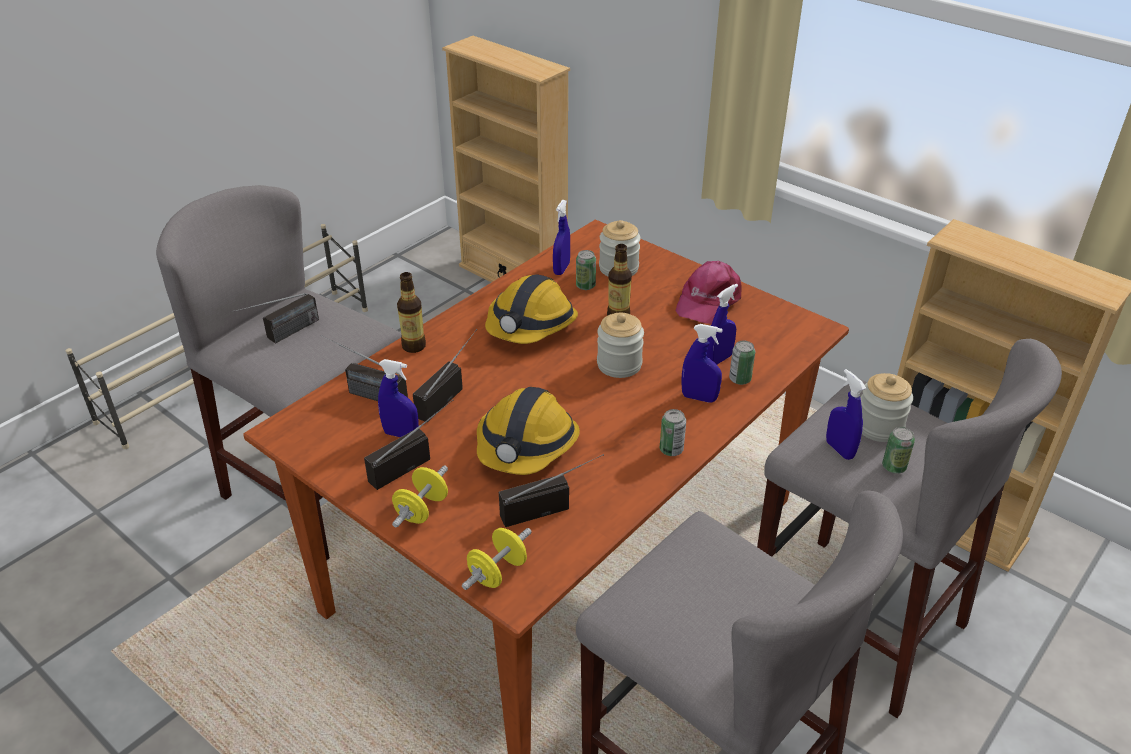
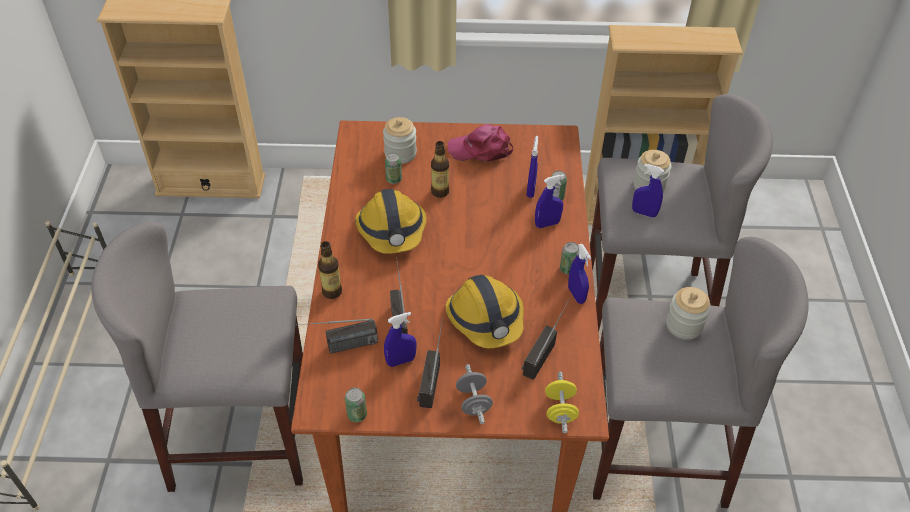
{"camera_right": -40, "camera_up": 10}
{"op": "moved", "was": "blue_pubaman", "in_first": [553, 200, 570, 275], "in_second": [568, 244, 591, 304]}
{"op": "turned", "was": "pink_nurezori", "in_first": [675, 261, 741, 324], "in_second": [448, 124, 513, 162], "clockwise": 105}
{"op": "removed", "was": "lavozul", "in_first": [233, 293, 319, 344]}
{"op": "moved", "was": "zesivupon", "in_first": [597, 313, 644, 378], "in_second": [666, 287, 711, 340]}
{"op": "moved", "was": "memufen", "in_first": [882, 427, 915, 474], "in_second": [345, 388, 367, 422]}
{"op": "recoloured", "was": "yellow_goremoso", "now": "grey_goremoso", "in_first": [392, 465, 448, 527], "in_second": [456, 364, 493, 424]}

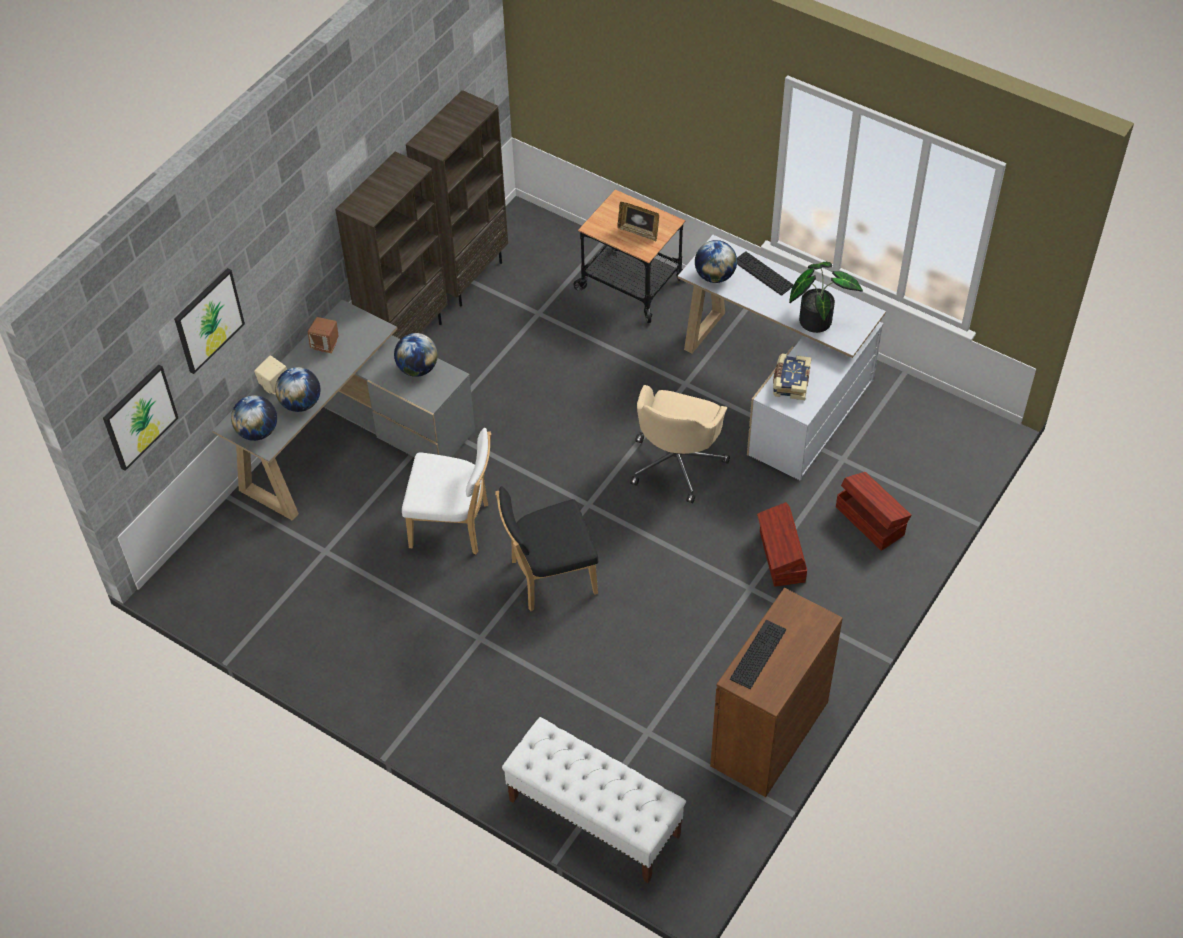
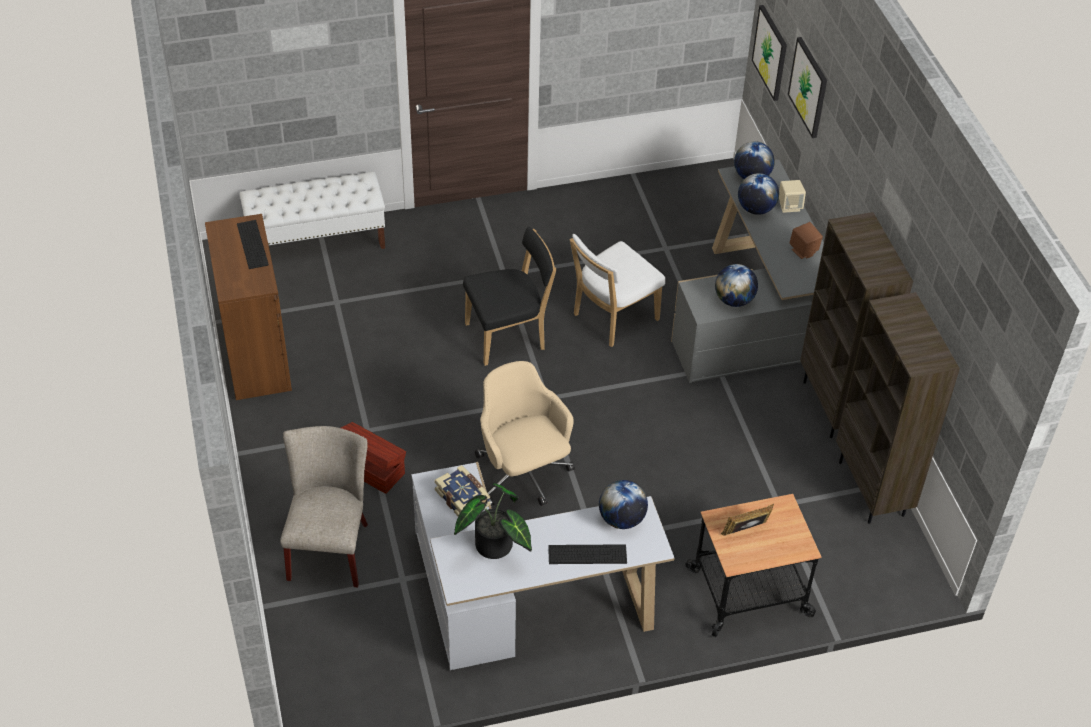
{"camera_right": 130, "camera_up": -5}
{"op": "replaced", "was": "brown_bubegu", "now": "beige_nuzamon", "in_first": [836, 472, 911, 551], "in_second": [280, 426, 368, 587]}
{"op": "turned", "was": "black_nuzamon", "in_first": [495, 486, 598, 611], "in_second": [463, 227, 556, 366], "clockwise": 45}

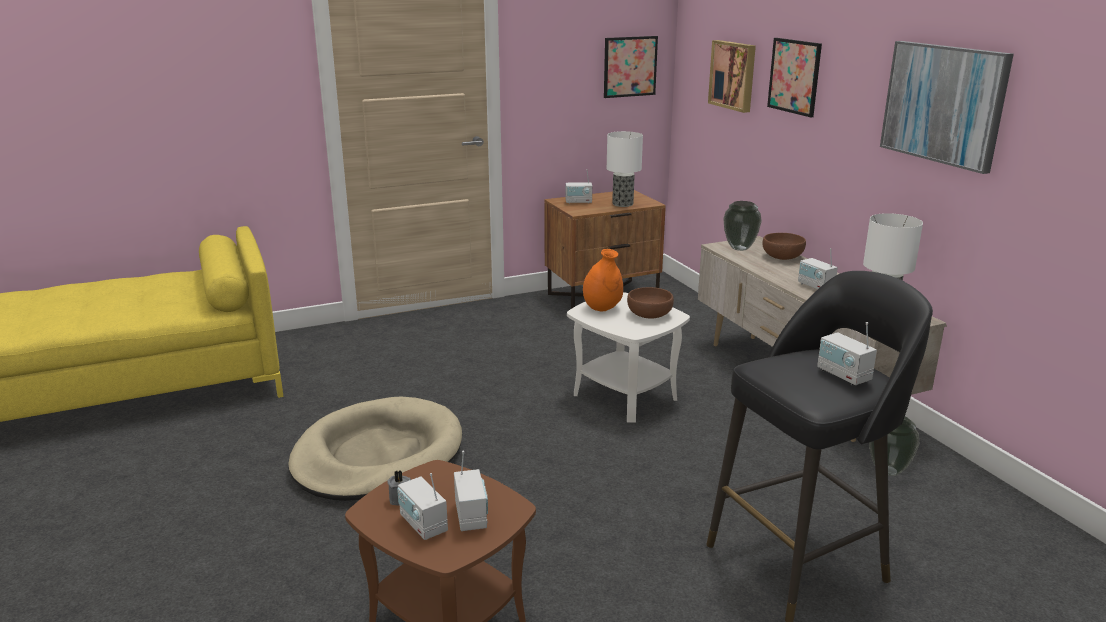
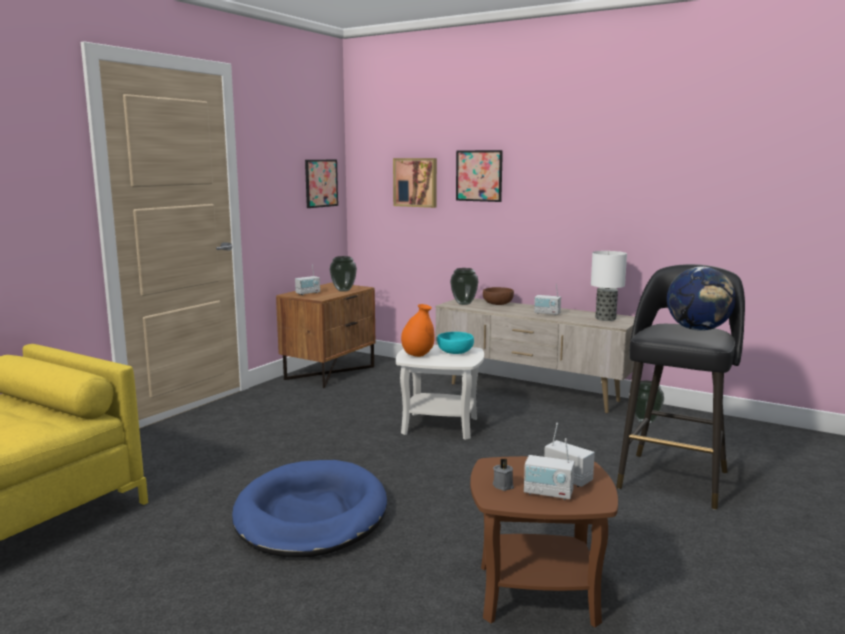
{"camera_right": -35, "camera_up": -10}
{"op": "removed", "was": "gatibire", "in_first": [880, 41, 1014, 174]}
{"op": "replaced", "was": "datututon", "now": "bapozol", "in_first": [607, 131, 643, 207], "in_second": [330, 256, 357, 292]}
{"op": "recoloured", "was": "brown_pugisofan", "now": "turquoise_pugisofan", "in_first": [627, 287, 674, 319], "in_second": [437, 332, 474, 354]}
{"op": "replaced", "was": "lavozul", "now": "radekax", "in_first": [817, 322, 877, 385], "in_second": [667, 267, 736, 331]}
{"op": "recoloured", "was": "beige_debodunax", "now": "blue_debodunax", "in_first": [288, 397, 462, 501], "in_second": [232, 460, 387, 558]}

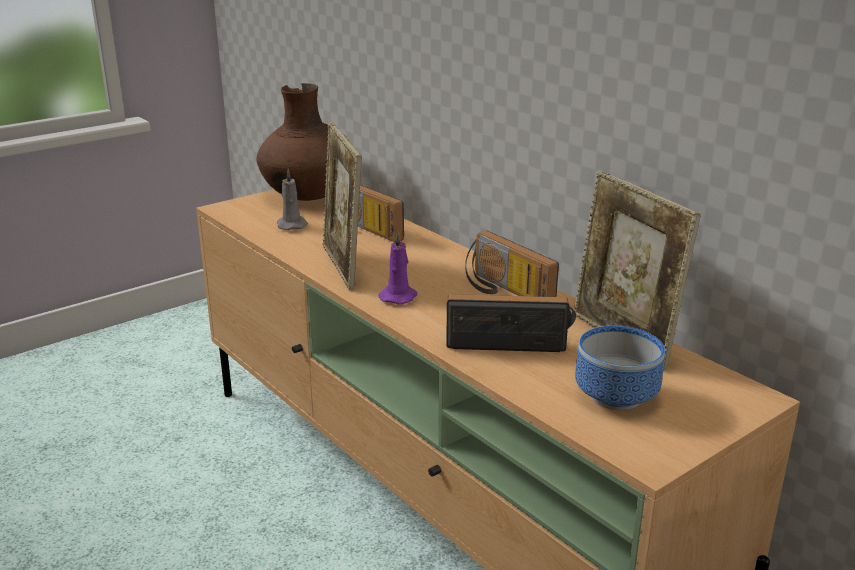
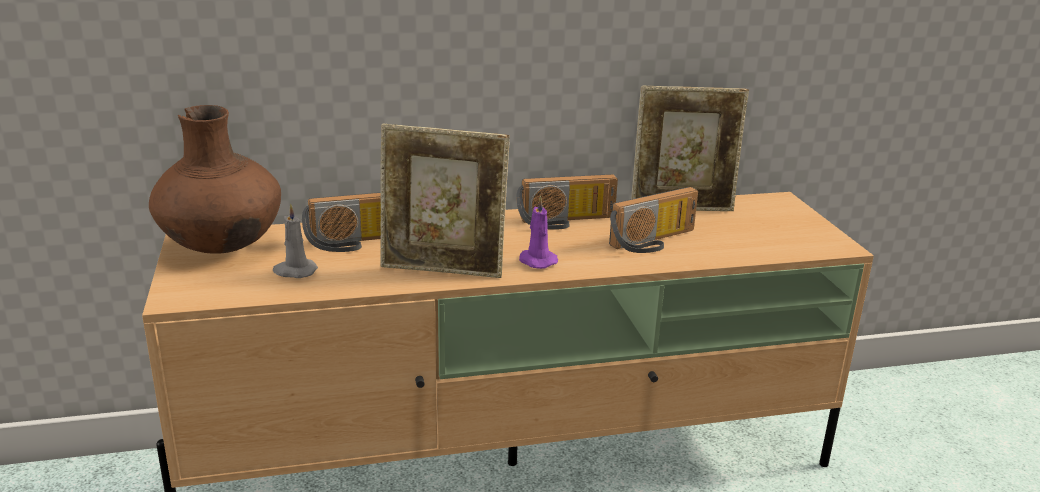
{"camera_right": -65, "camera_up": 0}
{"op": "turned", "was": "lavozul", "in_first": [446, 294, 576, 352], "in_second": [609, 187, 698, 253], "clockwise": -150}
{"op": "removed", "was": "pugisofan", "in_first": [575, 326, 665, 410]}

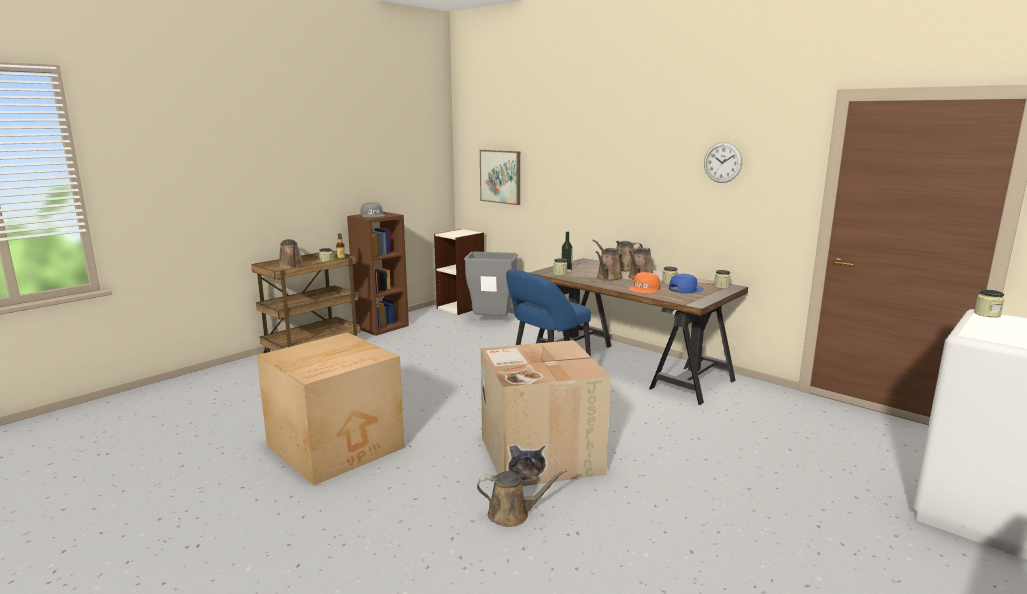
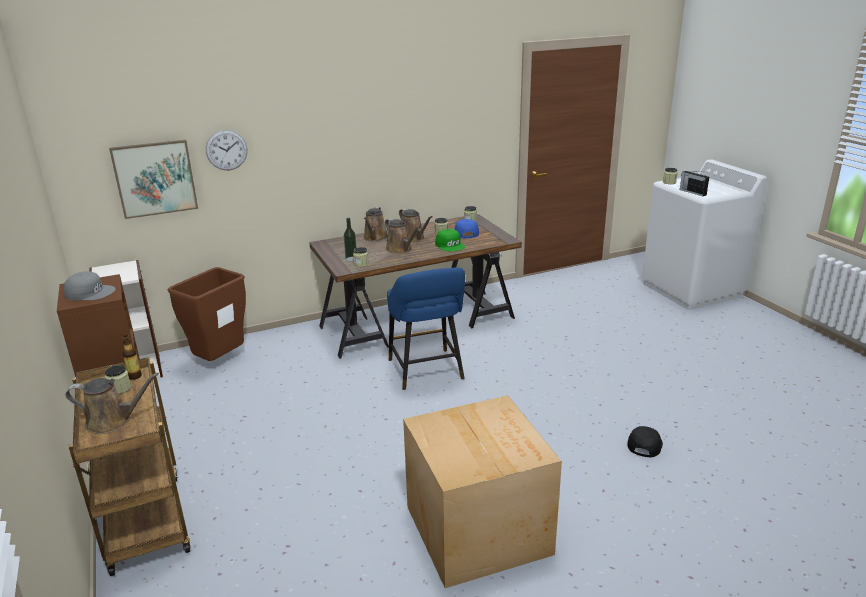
{"camera_right": -65, "camera_up": 10}
{"op": "moved", "was": "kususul", "in_first": [704, 142, 742, 183], "in_second": [206, 130, 247, 170]}
{"op": "recoloured", "was": "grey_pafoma", "now": "brown_pafoma", "in_first": [464, 252, 518, 316], "in_second": [167, 267, 246, 361]}
{"op": "recoloured", "was": "orange_nurezori", "now": "green_nurezori", "in_first": [629, 272, 661, 293], "in_second": [435, 229, 465, 251]}
{"op": "removed", "was": "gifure", "in_first": [481, 340, 611, 486]}
{"op": "replaced", "was": "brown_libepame", "now": "black_nurezori", "in_first": [477, 469, 567, 527], "in_second": [628, 426, 663, 457]}
{"op": "added", "now": "lavozul", "in_second": [680, 171, 709, 196]}

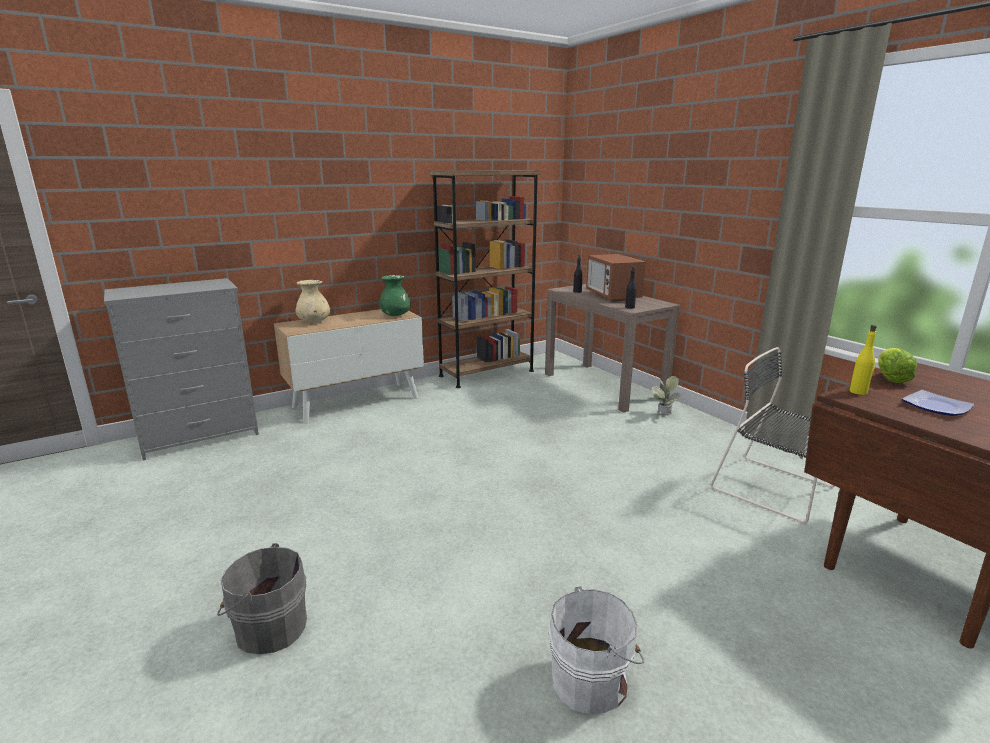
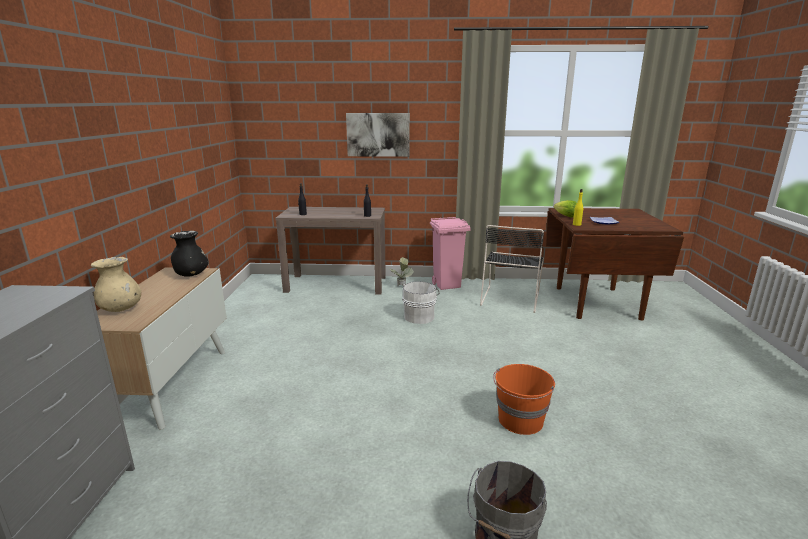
{"camera_right": -55, "camera_up": 0}
{"op": "removed", "was": "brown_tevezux", "in_first": [430, 170, 540, 388]}
{"op": "removed", "was": "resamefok", "in_first": [586, 254, 645, 302]}
{"op": "recoloured", "was": "green_bapozol", "now": "black_bapozol", "in_first": [380, 275, 411, 316], "in_second": [170, 231, 209, 277]}
{"op": "turned", "was": "black_nuzamon", "in_first": [711, 347, 835, 523], "in_second": [480, 225, 544, 313], "clockwise": -60}
{"op": "moved", "was": "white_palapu", "in_first": [549, 586, 644, 714], "in_second": [402, 281, 439, 324]}
{"op": "added", "now": "gatibire", "in_second": [346, 113, 410, 157]}
{"op": "added", "now": "pink_pafoma", "in_second": [430, 217, 471, 290]}
{"op": "added", "now": "orange_palapu", "in_second": [493, 364, 555, 435]}

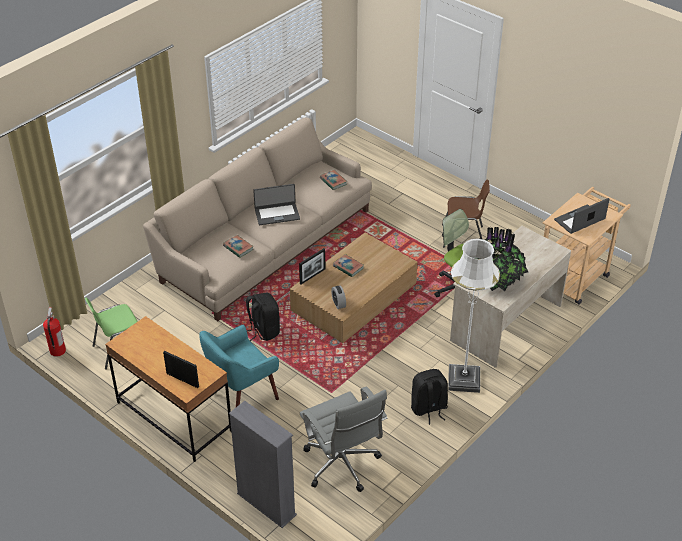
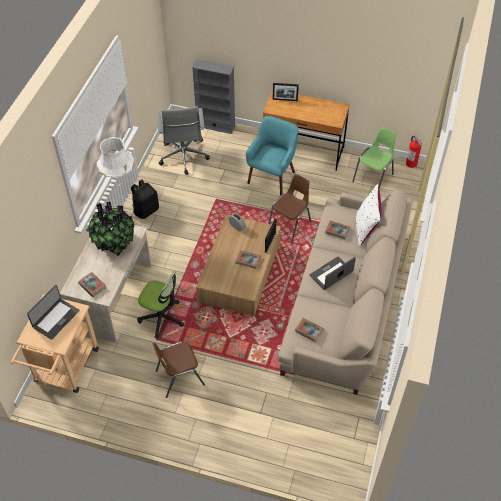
{"camera_right": 155, "camera_up": 10}
{"op": "replaced", "was": "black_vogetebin", "now": "brown_nuzamon", "in_first": [246, 293, 280, 341], "in_second": [268, 174, 311, 243]}
{"op": "turned", "was": "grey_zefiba", "in_first": [300, 386, 388, 492], "in_second": [156, 106, 210, 175], "clockwise": -135}
{"op": "added", "now": "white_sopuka", "in_second": [356, 184, 382, 247]}
{"op": "added", "now": "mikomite", "in_second": [78, 272, 106, 297]}

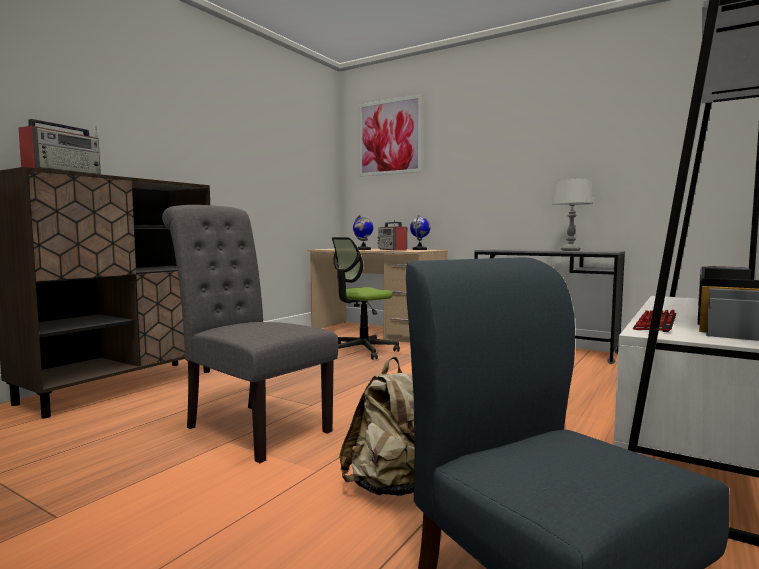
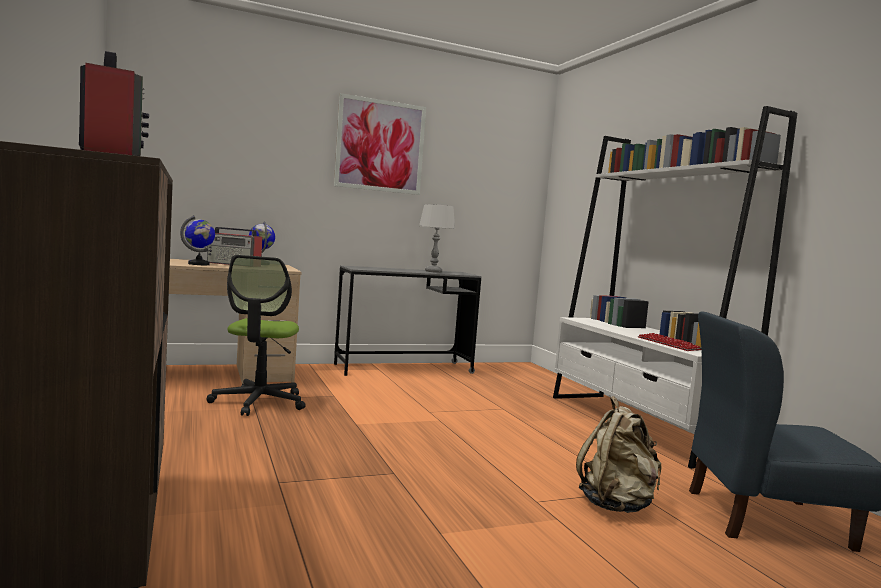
{"camera_right": -55, "camera_up": 0}
{"op": "moved", "was": "gatibire", "in_first": [359, 94, 422, 177], "in_second": [334, 93, 426, 195]}
{"op": "removed", "was": "grey_nuzamon", "in_first": [162, 205, 338, 463]}

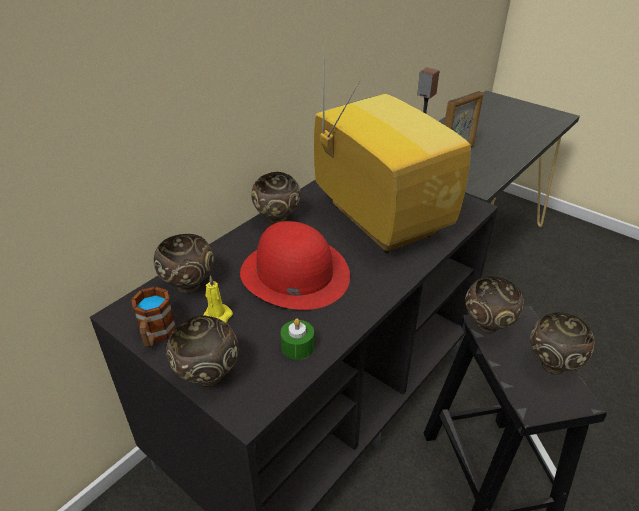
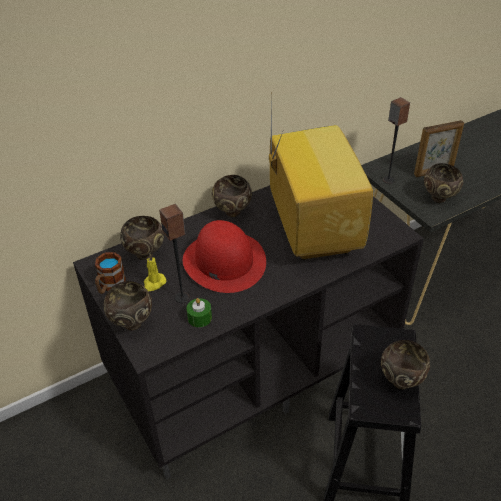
{"camera_right": 20, "camera_up": 5}
{"op": "moved", "was": "brown_pugisofan", "in_first": [465, 276, 524, 333], "in_second": [424, 163, 463, 203]}
{"op": "added", "now": "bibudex", "in_second": [159, 204, 190, 303]}

